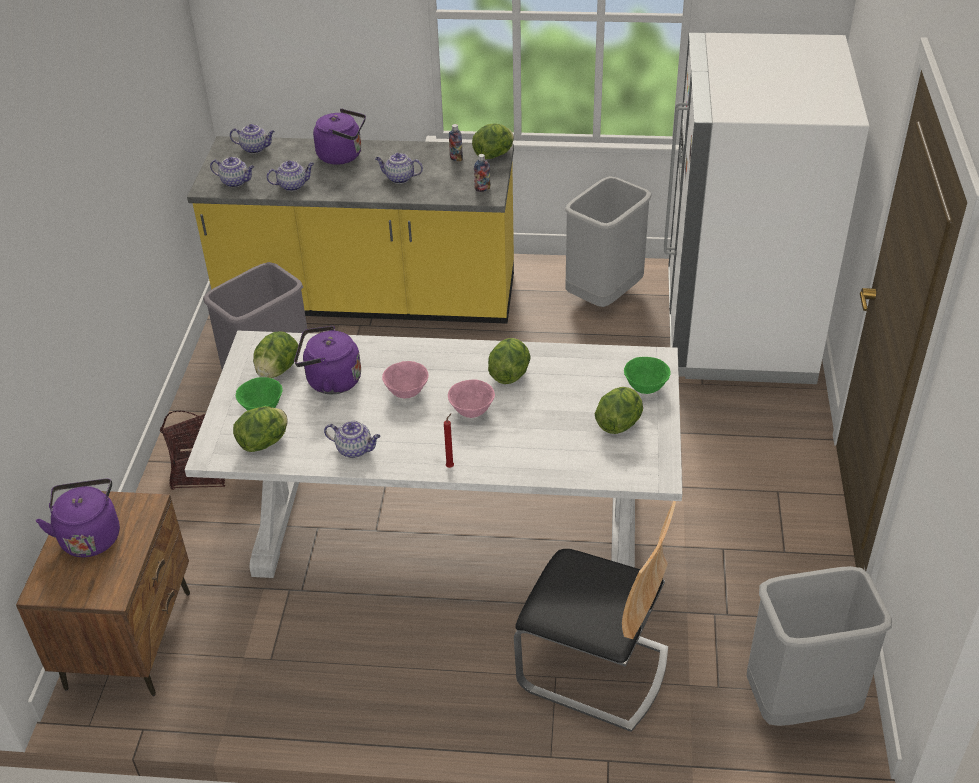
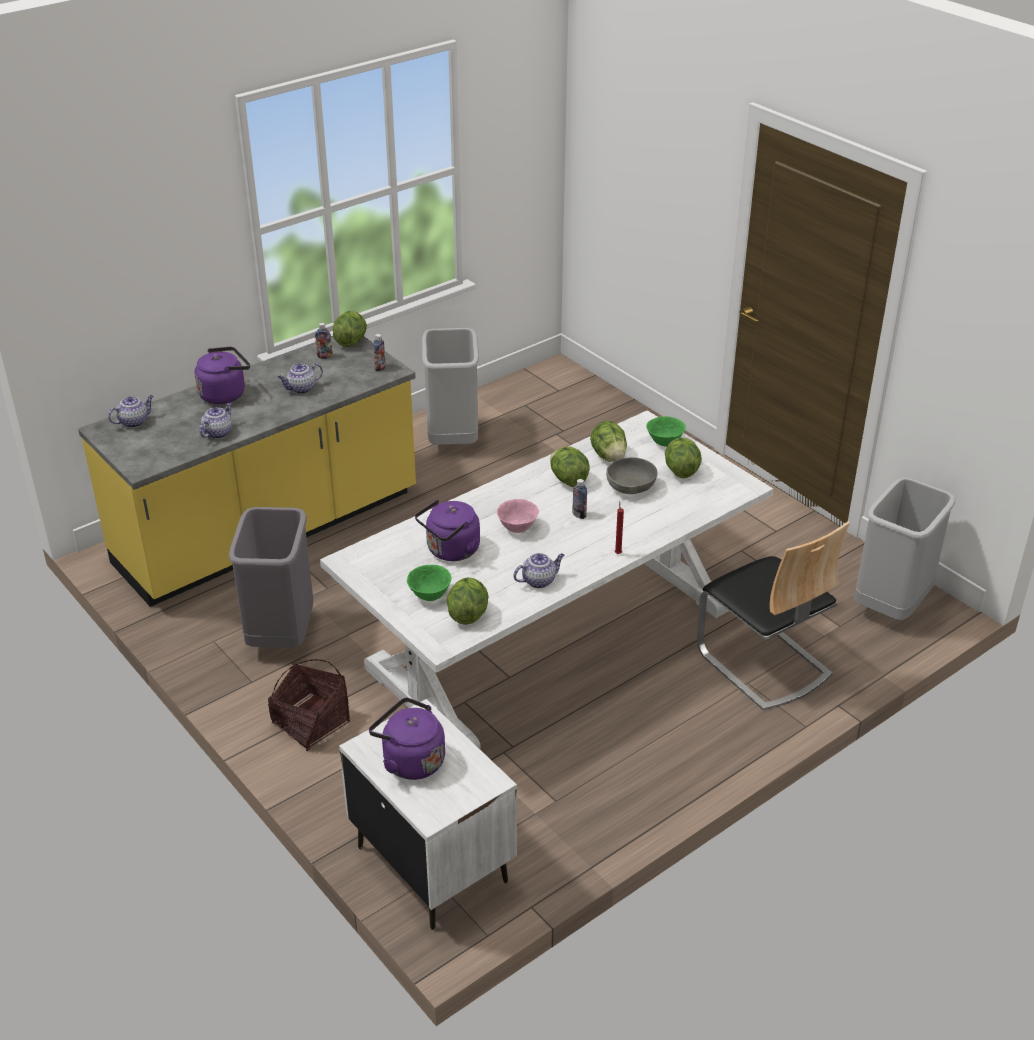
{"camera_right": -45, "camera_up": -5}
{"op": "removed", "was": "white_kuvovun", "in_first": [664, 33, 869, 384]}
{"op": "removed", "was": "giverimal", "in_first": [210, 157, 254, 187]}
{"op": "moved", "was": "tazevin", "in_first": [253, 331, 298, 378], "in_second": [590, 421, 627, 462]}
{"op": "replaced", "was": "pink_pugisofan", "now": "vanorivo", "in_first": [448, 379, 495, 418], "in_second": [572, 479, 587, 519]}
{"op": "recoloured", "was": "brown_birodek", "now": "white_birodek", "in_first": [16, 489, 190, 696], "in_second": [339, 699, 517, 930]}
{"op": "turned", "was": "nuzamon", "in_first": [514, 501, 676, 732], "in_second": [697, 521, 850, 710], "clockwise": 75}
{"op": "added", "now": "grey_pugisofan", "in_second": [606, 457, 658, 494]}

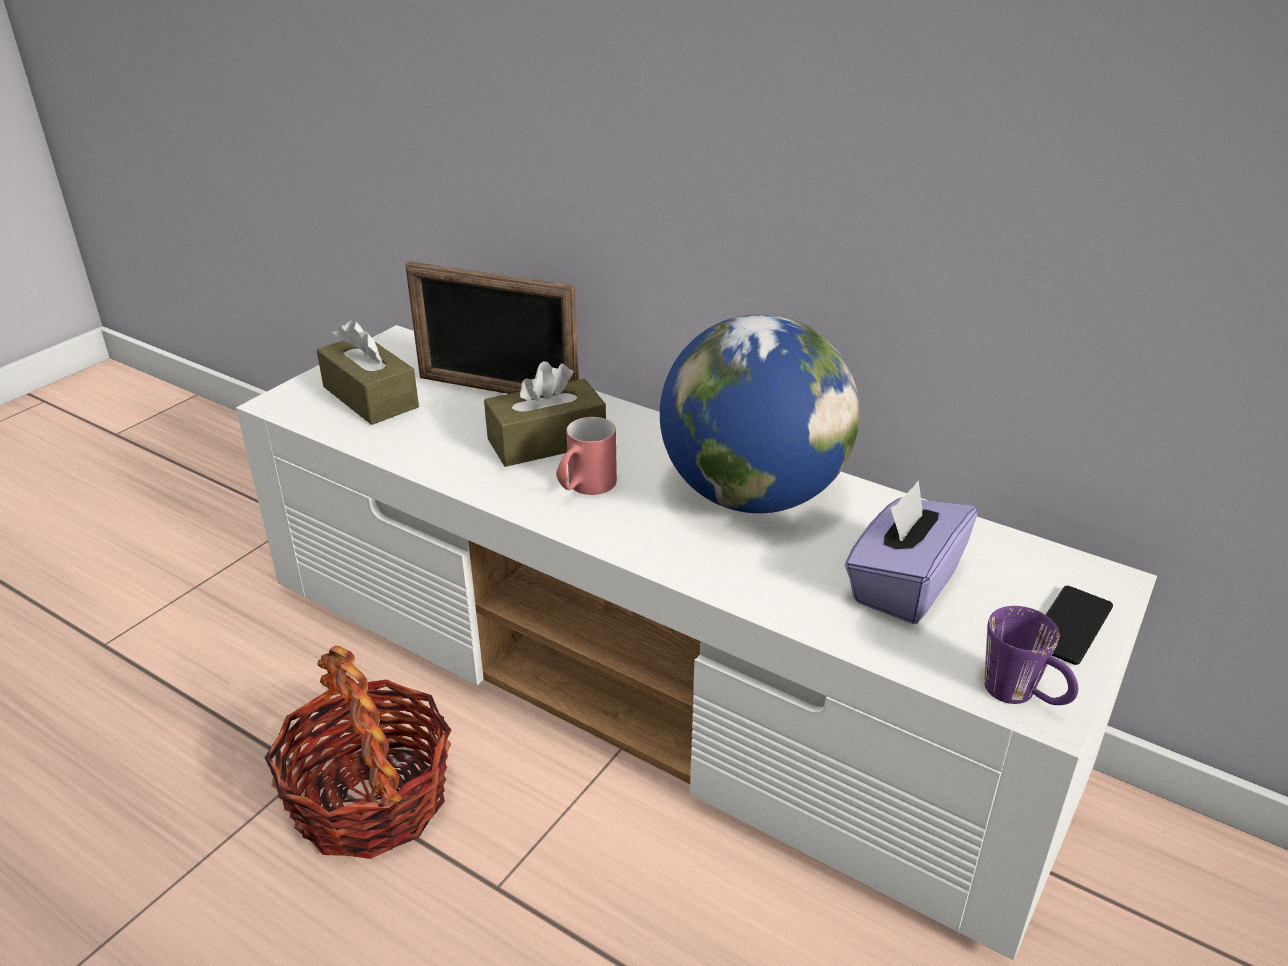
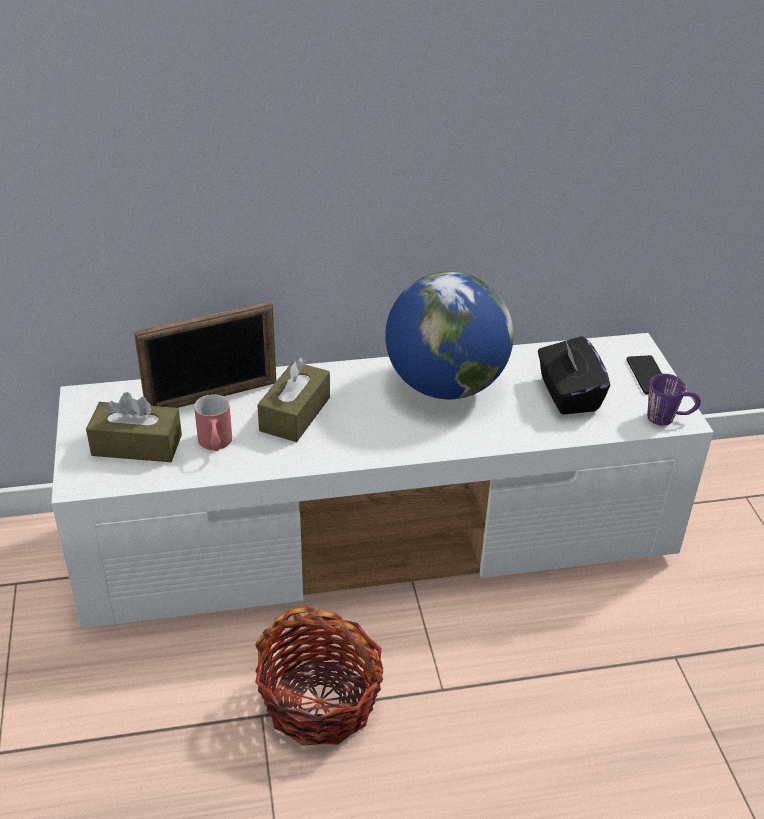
{"camera_right": -45, "camera_up": 5}
{"op": "moved", "was": "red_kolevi", "in_first": [556, 417, 617, 495], "in_second": [194, 394, 232, 451]}
{"op": "recoloured", "was": "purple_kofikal", "now": "black_kofikal", "in_first": [845, 480, 977, 624], "in_second": [538, 336, 610, 415]}

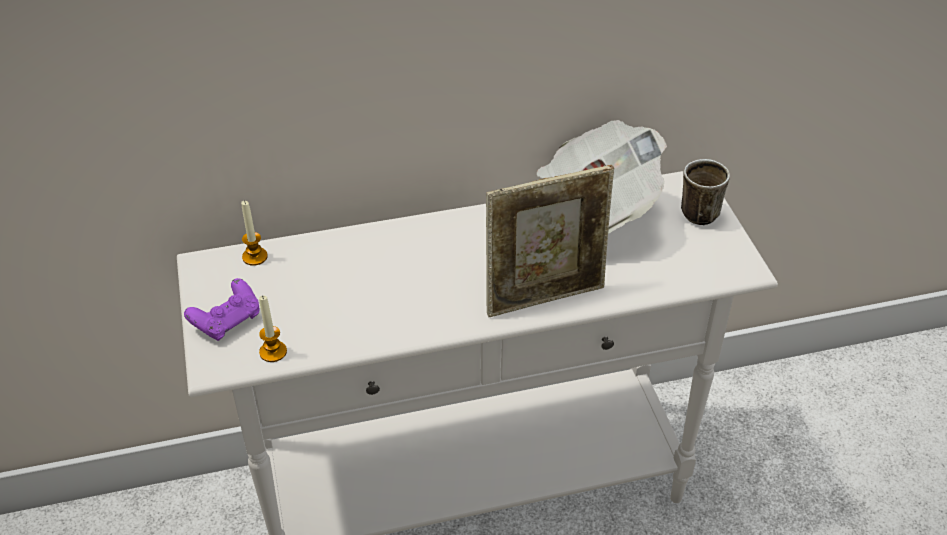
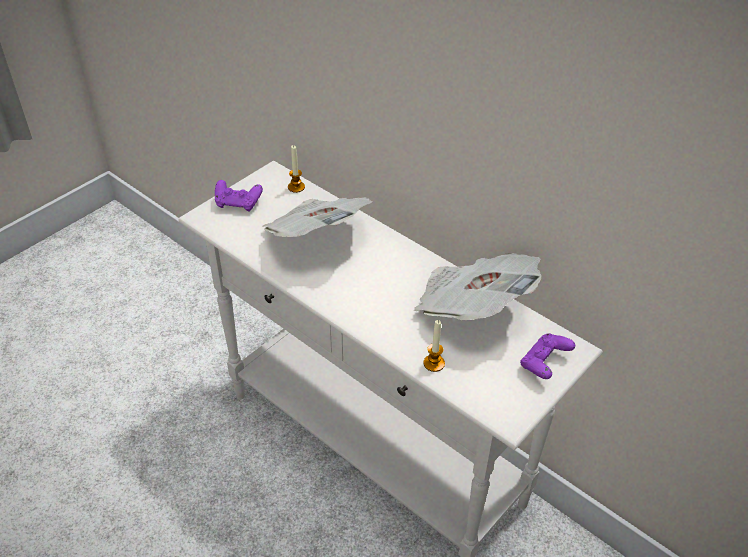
{"camera_right": 55, "camera_up": 0}
{"op": "replaced", "was": "kolevi", "now": "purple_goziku", "in_first": [681, 159, 730, 225], "in_second": [520, 333, 575, 379]}
{"op": "removed", "was": "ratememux", "in_first": [486, 165, 614, 317]}
{"op": "moved", "was": "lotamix", "in_first": [259, 295, 287, 362], "in_second": [424, 320, 445, 372]}
{"op": "added", "now": "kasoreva", "in_second": [263, 197, 373, 237]}

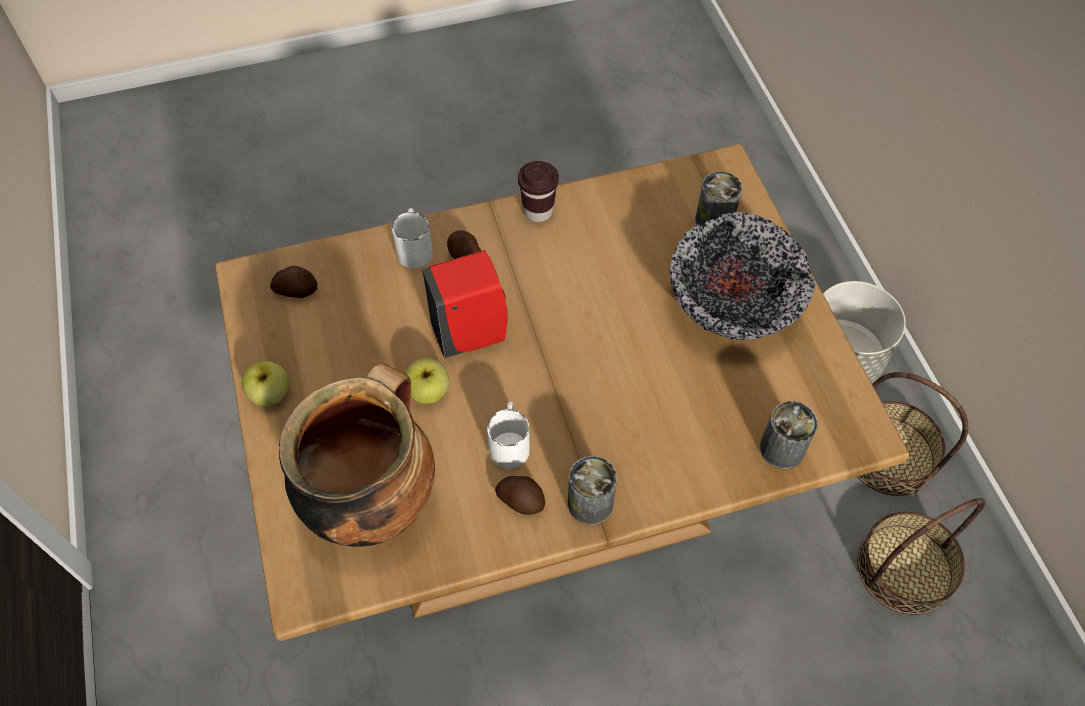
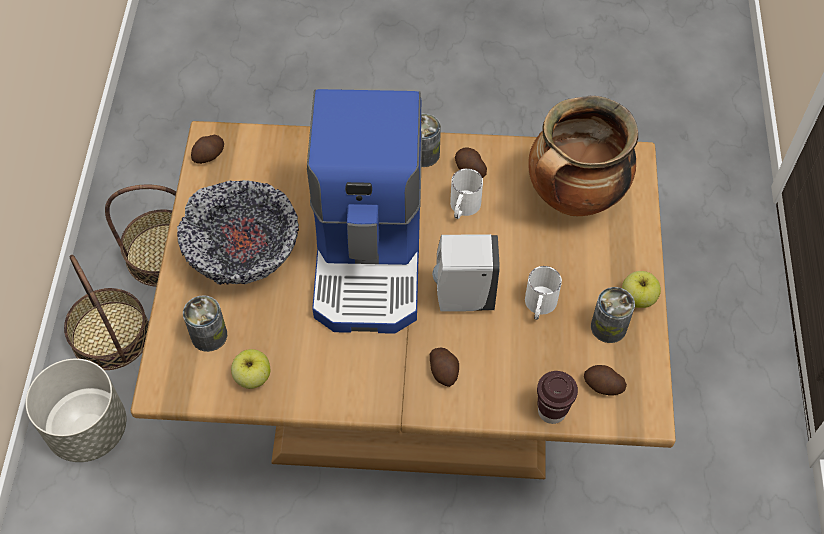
{"camera_right": -160, "camera_up": 0}
{"op": "moved", "was": "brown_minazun", "in_first": [518, 161, 559, 222], "in_second": [537, 371, 578, 424]}
{"op": "moved", "was": "white_kolevi", "in_first": [392, 208, 433, 268], "in_second": [525, 266, 562, 320]}
{"op": "recoloured", "was": "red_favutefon", "now": "white_favutefon", "in_first": [422, 250, 508, 358], "in_second": [432, 234, 500, 312]}
{"op": "moved", "was": "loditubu", "in_first": [405, 358, 449, 404], "in_second": [231, 349, 270, 389]}
{"op": "moved", "was": "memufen", "in_first": [760, 401, 818, 469], "in_second": [591, 287, 635, 343]}
{"op": "added", "now": "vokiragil", "in_second": [307, 89, 422, 334]}
{"op": "added", "now": "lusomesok", "in_second": [191, 135, 224, 164]}

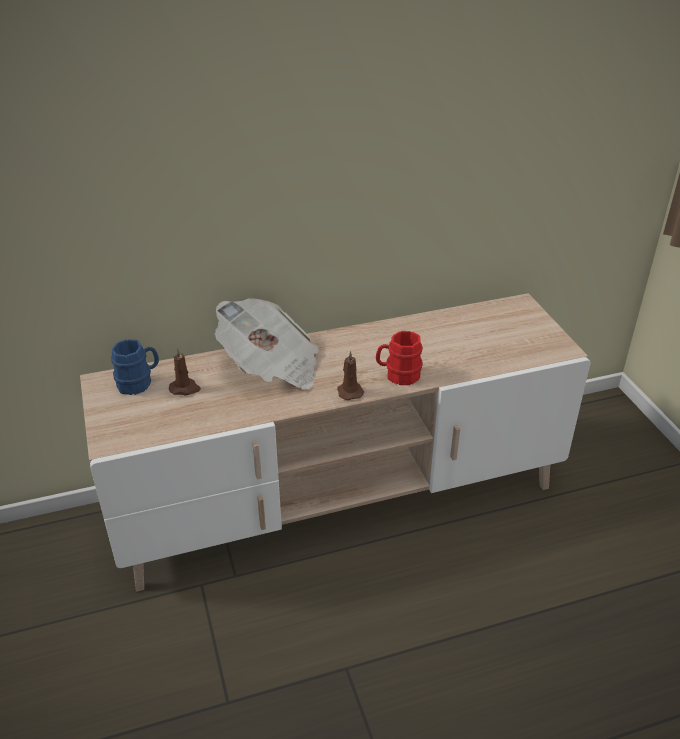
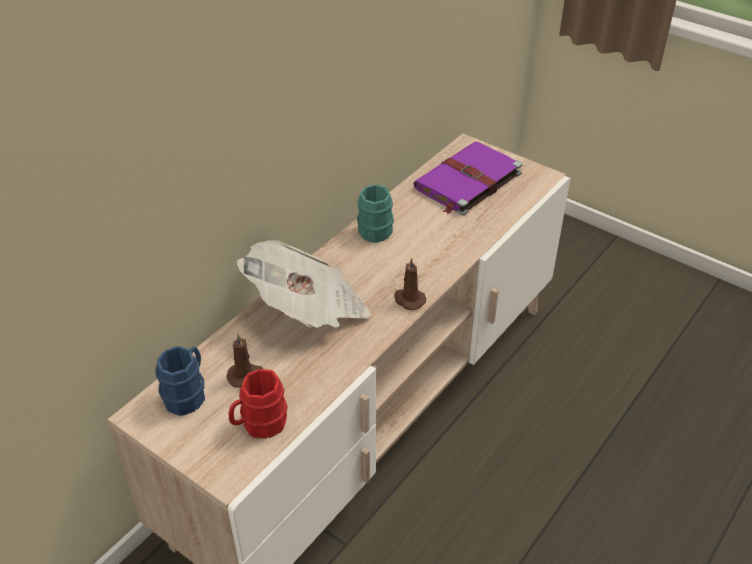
{"camera_right": -35, "camera_up": 5}
{"op": "moved", "was": "red_kolevi", "in_first": [376, 331, 423, 385], "in_second": [229, 369, 287, 439]}
{"op": "added", "now": "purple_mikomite", "in_second": [413, 142, 523, 215]}
{"op": "added", "now": "turquoise_kolevi", "in_second": [357, 184, 394, 243]}

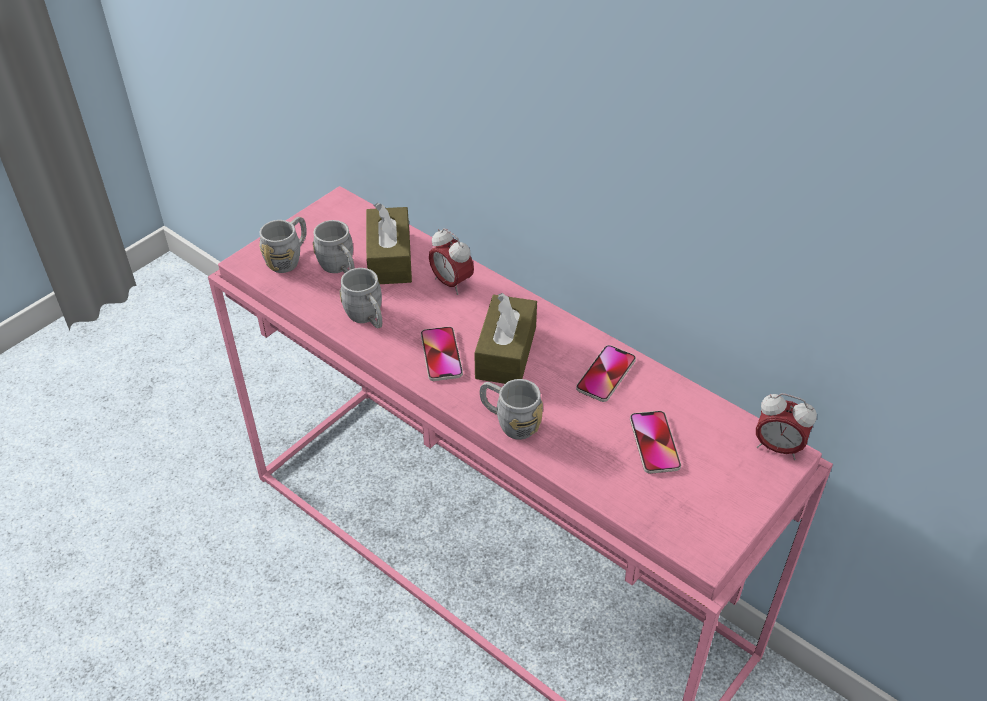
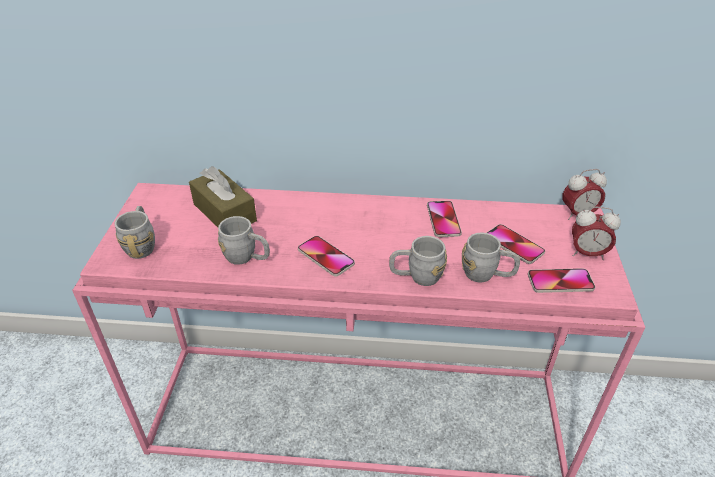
{"camera_right": -35, "camera_up": -5}
{"op": "moved", "was": "grey_kolevi", "in_first": [313, 220, 355, 273], "in_second": [462, 233, 520, 282]}
{"op": "moved", "was": "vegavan", "in_first": [429, 228, 474, 295], "in_second": [572, 206, 621, 260]}
{"op": "removed", "was": "brown_kofikal", "in_first": [474, 293, 537, 384]}
{"op": "added", "now": "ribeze", "in_second": [528, 268, 595, 293]}

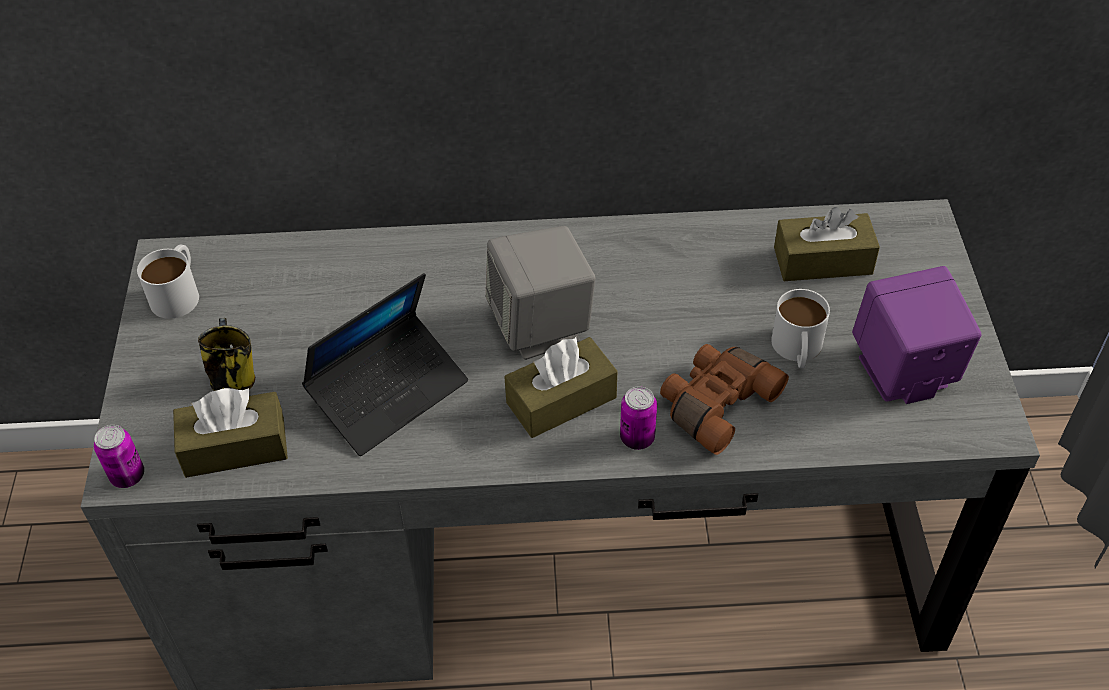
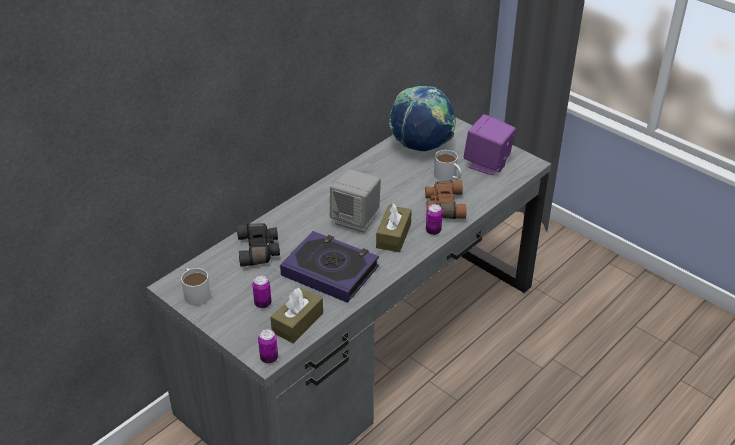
{"camera_right": -45, "camera_up": -10}
{"op": "replaced", "was": "brown_kofikal", "now": "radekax", "in_first": [774, 207, 880, 281], "in_second": [389, 86, 456, 151]}
{"op": "replaced", "was": "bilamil", "now": "mikomite", "in_first": [302, 273, 468, 456], "in_second": [280, 231, 379, 303]}
{"op": "replaced", "was": "kolevi", "now": "memufen", "in_first": [198, 318, 255, 391], "in_second": [252, 276, 271, 308]}
{"op": "added", "now": "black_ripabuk", "in_second": [237, 223, 280, 267]}

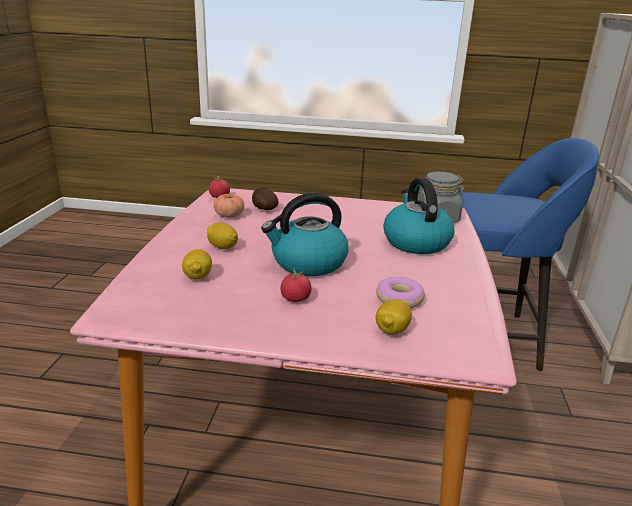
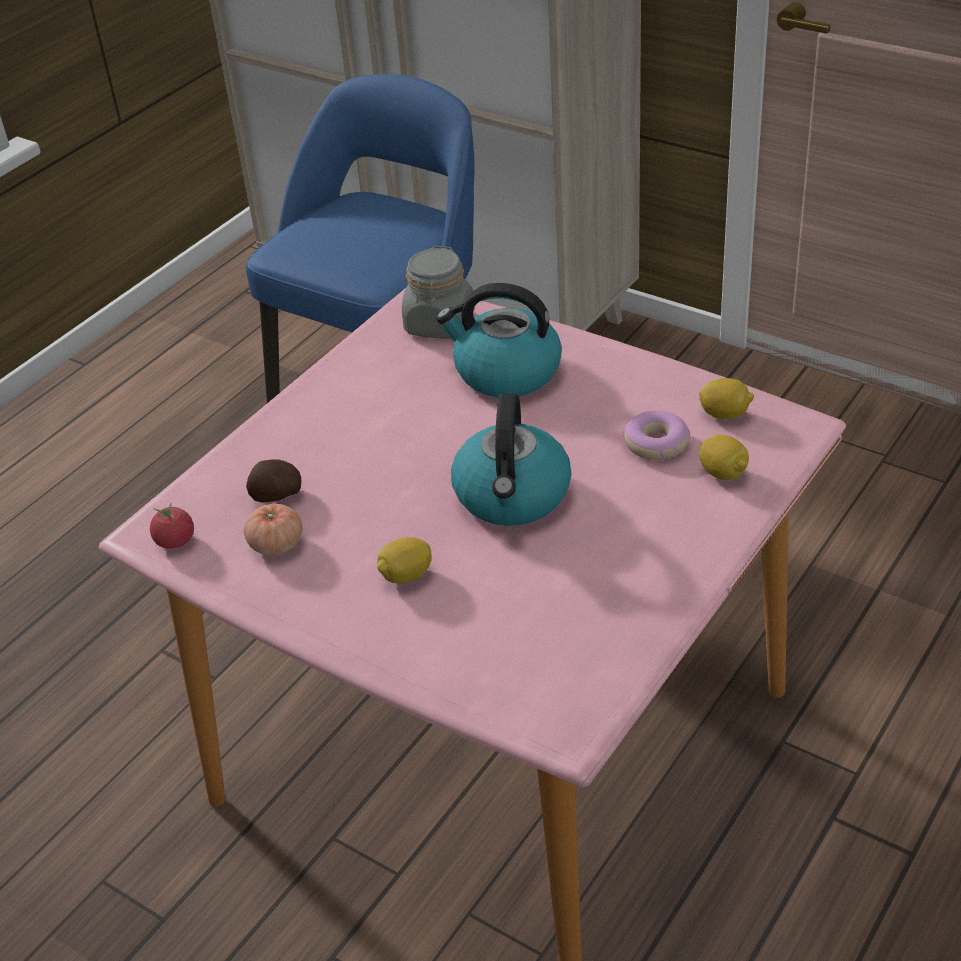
{"camera_right": -60, "camera_up": 15}
{"op": "moved", "was": "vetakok", "in_first": [182, 249, 212, 280], "in_second": [699, 378, 754, 419]}
{"op": "removed", "was": "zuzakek", "in_first": [280, 268, 311, 302]}

